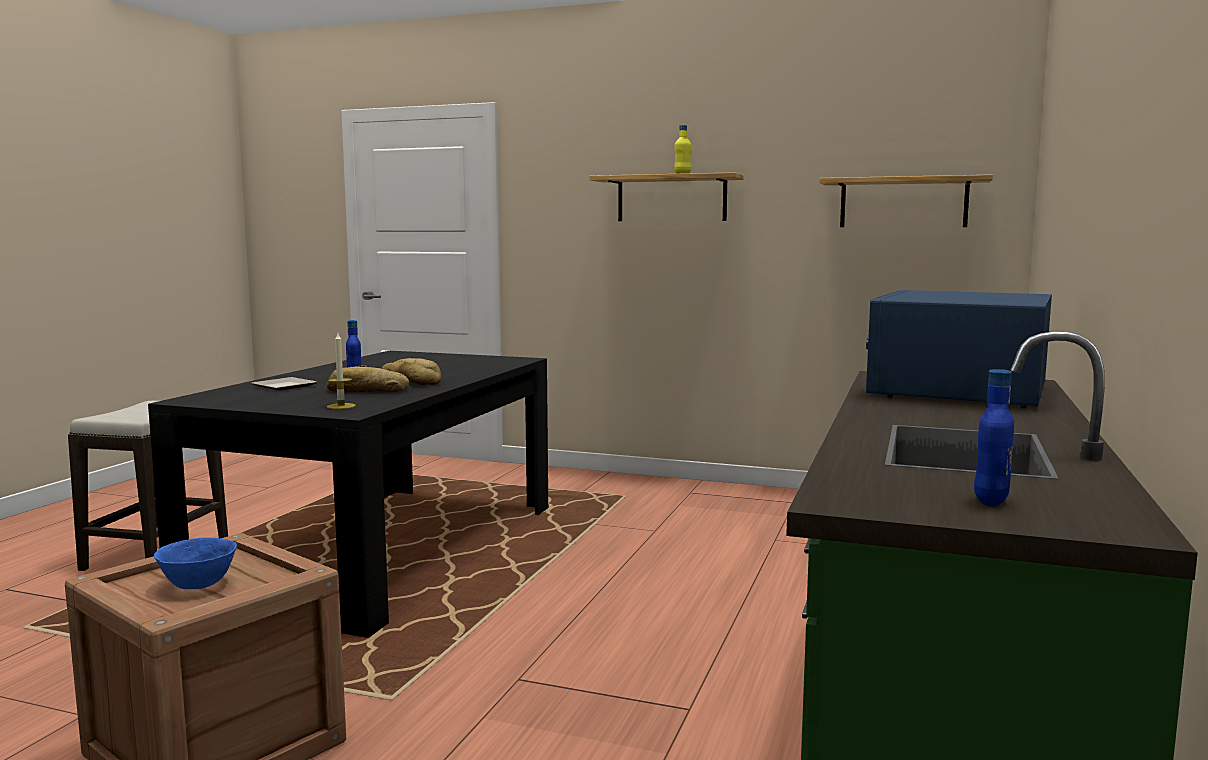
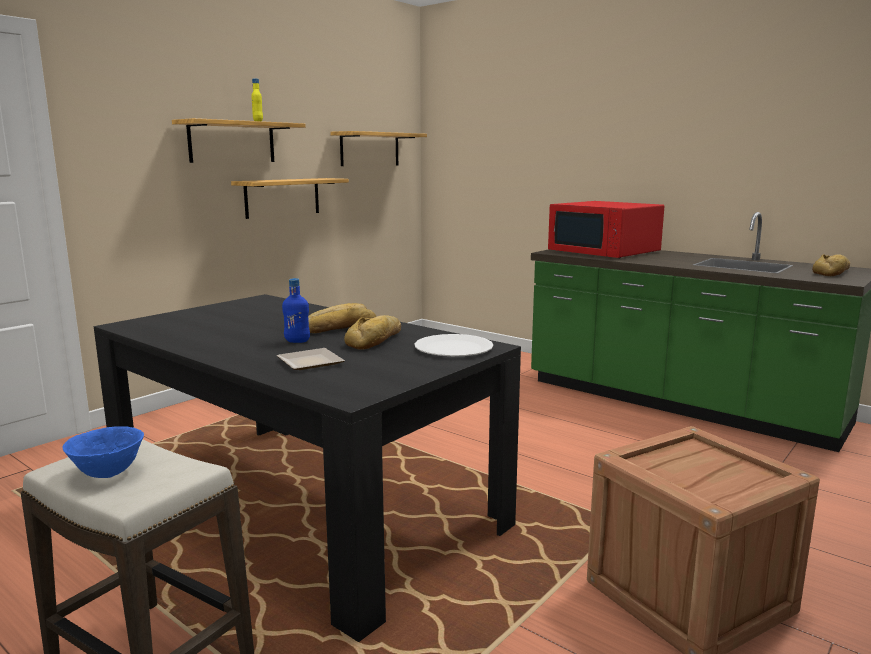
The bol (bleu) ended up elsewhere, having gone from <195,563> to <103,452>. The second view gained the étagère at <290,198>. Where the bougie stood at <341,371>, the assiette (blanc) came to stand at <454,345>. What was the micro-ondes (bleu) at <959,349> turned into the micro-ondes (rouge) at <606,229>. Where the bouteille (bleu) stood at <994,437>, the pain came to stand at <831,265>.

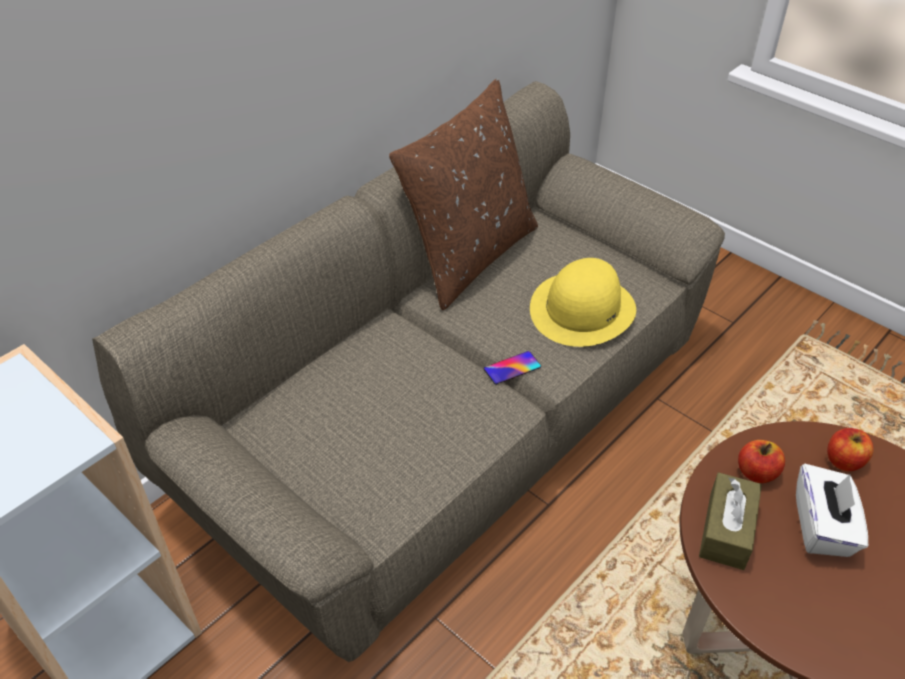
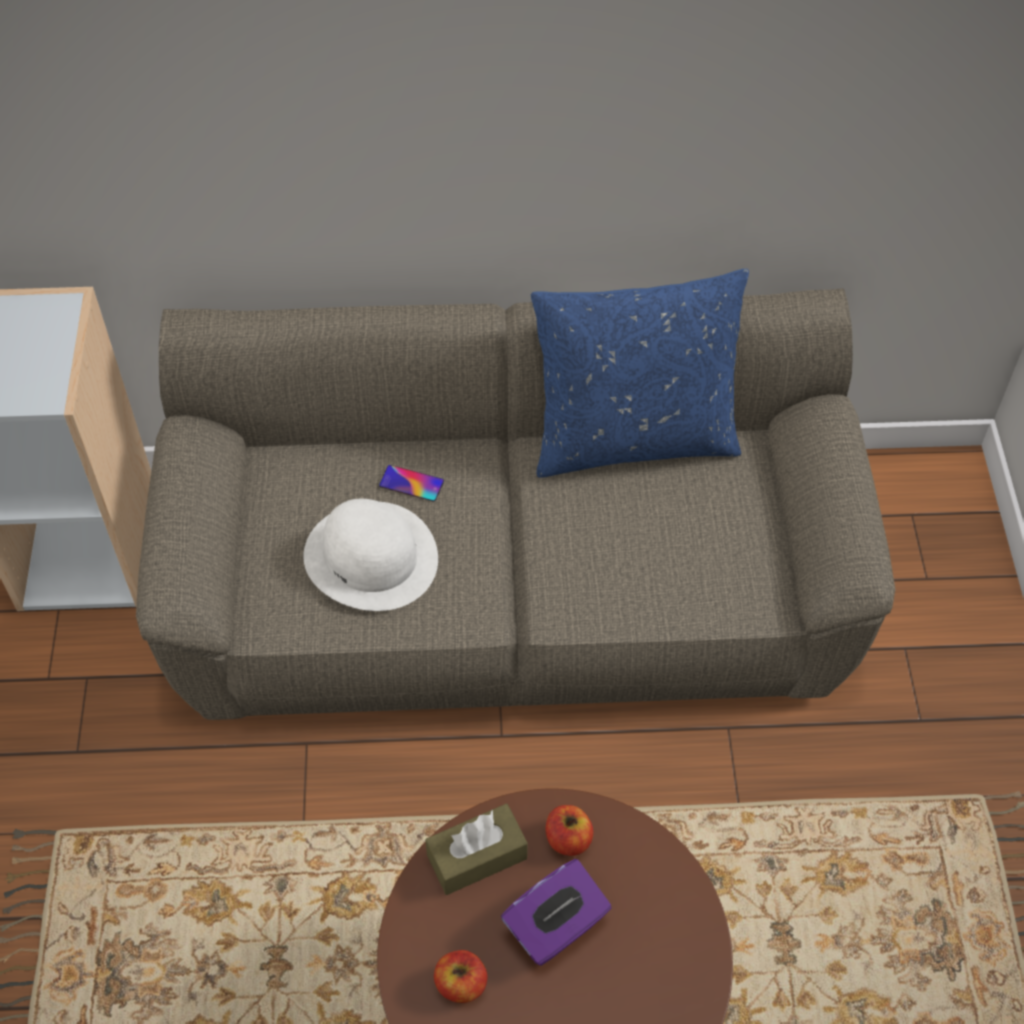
The second view gained the chapeau (blanc) at <370,555>. The téléphone ended up elsewhere, having gone from <512,368> to <411,483>. The pomme ended up elsewhere, having gone from <850,449> to <461,976>. What was the boîte à mouchoirs (blanc) at <832,510> turned into the boîte à mouchoirs (violet) at <556,912>. What was the coussin (marron) at <463,194> turned into the coussin (bleu) at <640,373>. The second view lost the chapeau (jaune) at <583,302>.

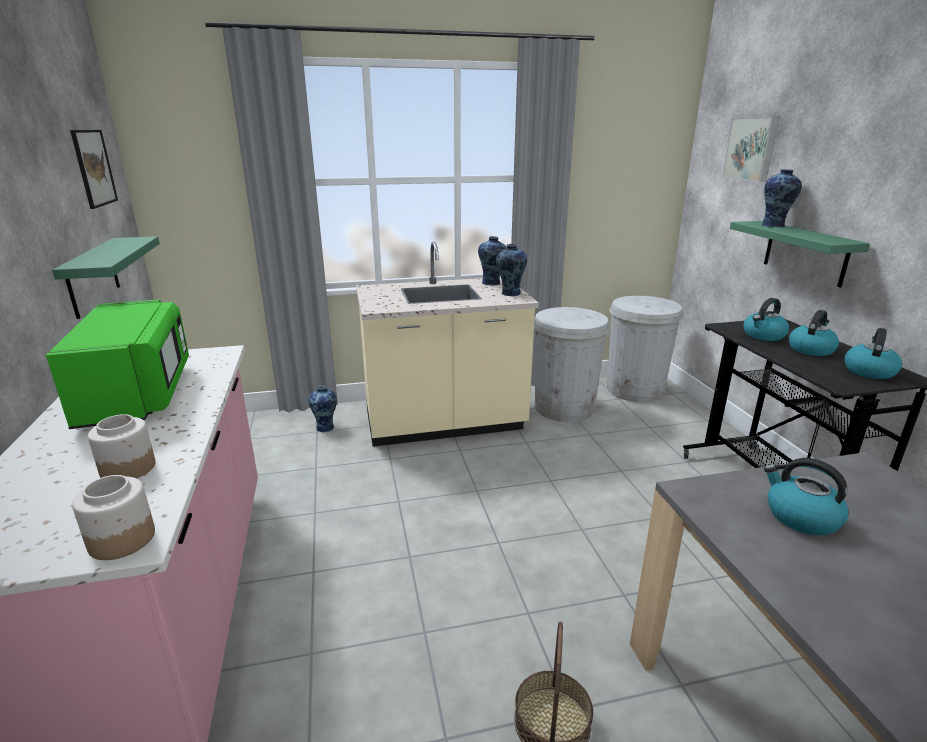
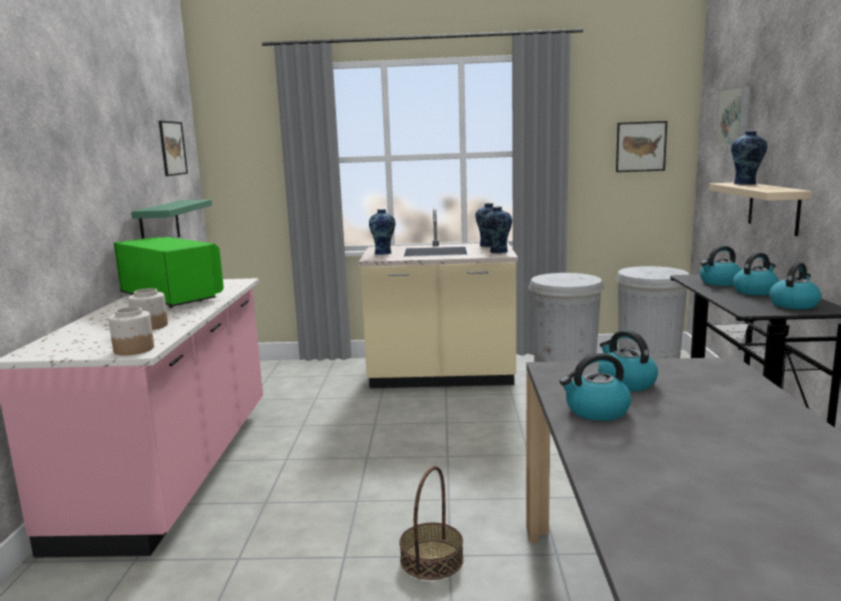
The micro-ondes (vert) at <117,364> ended up facing another way, 45 degrees counterclockwise from before. The vase ended up elsewhere, having gone from <322,409> to <382,232>. The second view gained the bouilloire at <596,387>. The second view gained the tableau at <641,146>. What was the étagère (vert) at <800,254> turned into the étagère (beige) at <760,209>.

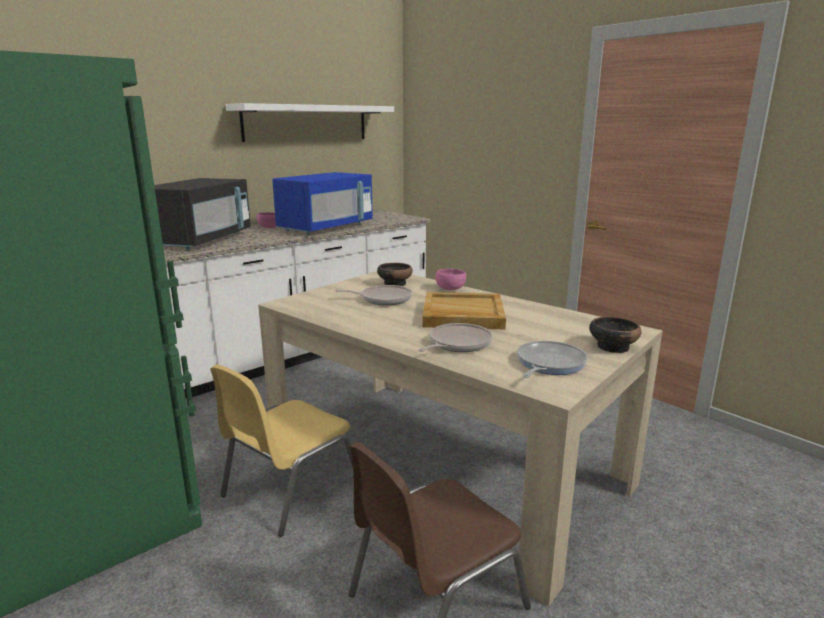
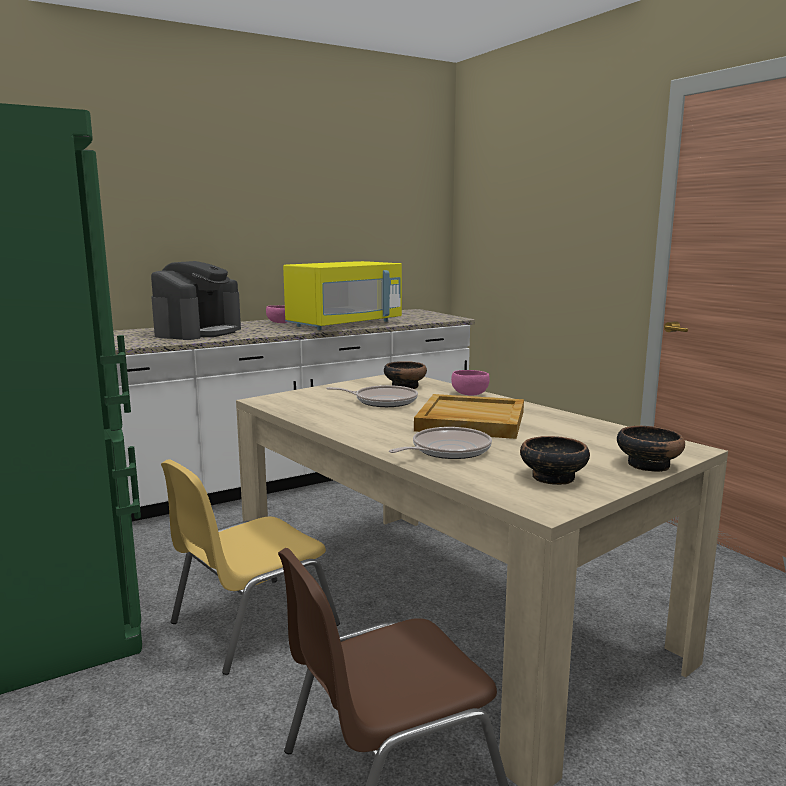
Where the micro-ondes (noir) stood at <202,214>, the machine à café came to stand at <196,300>. What was the micro-ondes (bleu) at <322,203> turned into the micro-ondes (jaune) at <342,295>. Where the poêle stood at <552,359>, the bol came to stand at <555,460>. The second view lost the étagère (blanc) at <309,122>.

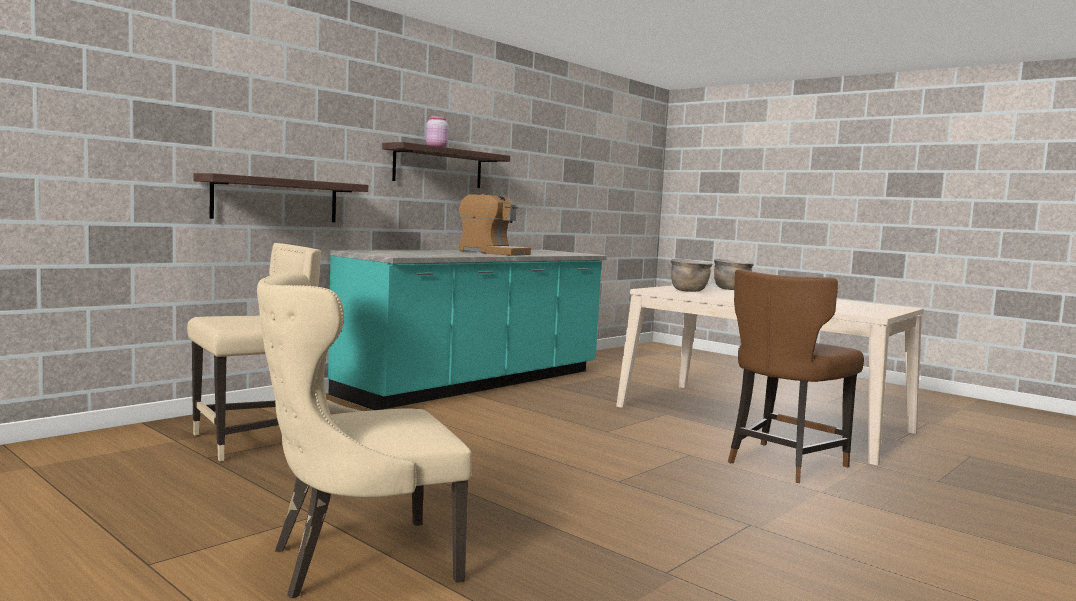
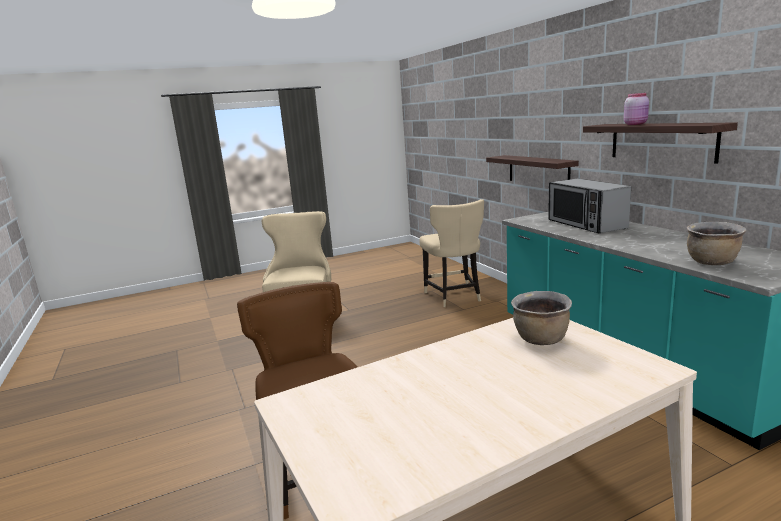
The second view gained the micro-ondes at <589,205>. The marmite (marron) ended up elsewhere, having gone from <734,274> to <717,243>. The second view lost the machine à café at <495,225>.

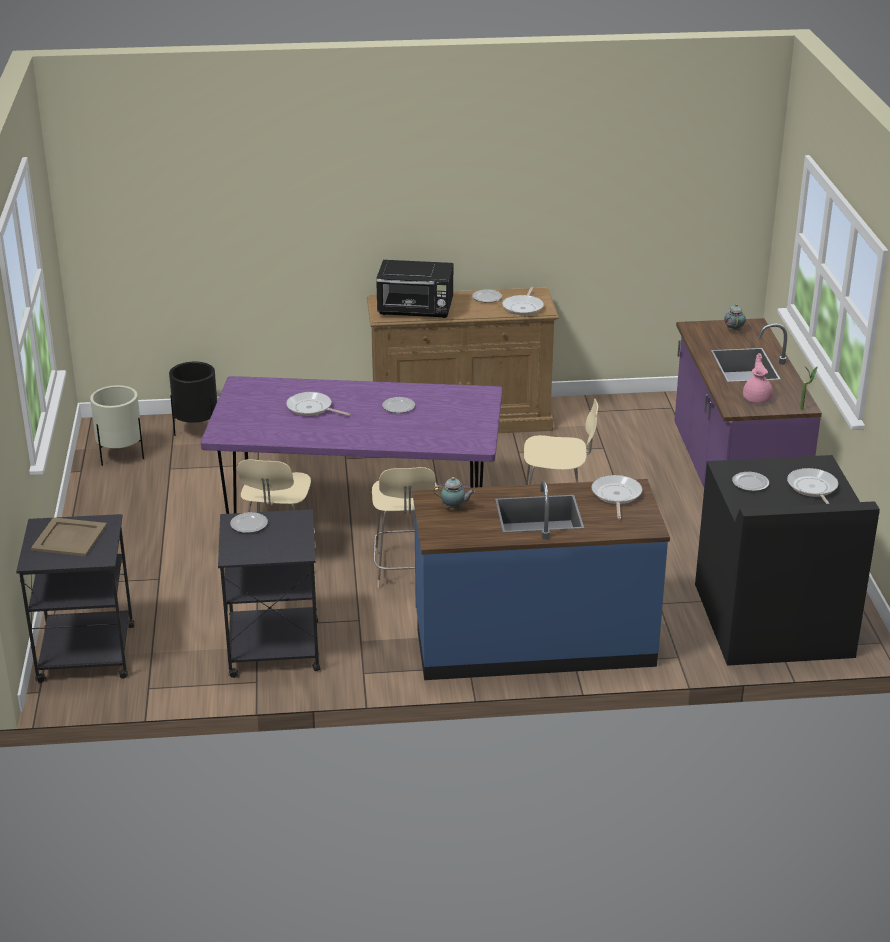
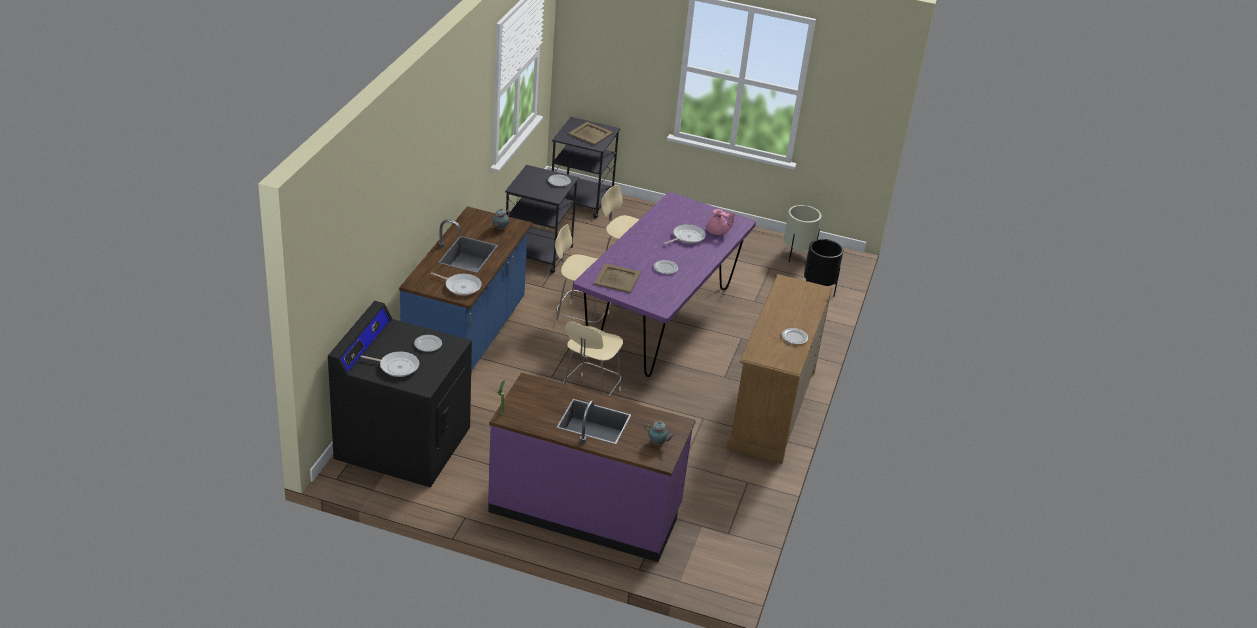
The second view gained the plateau (beige) at <617,278>. The théière (rose) ended up elsewhere, having gone from <758,378> to <721,222>. The second view lost the micro-ondes (noir) at <414,289>. The second view lost the poêle at <523,301>.

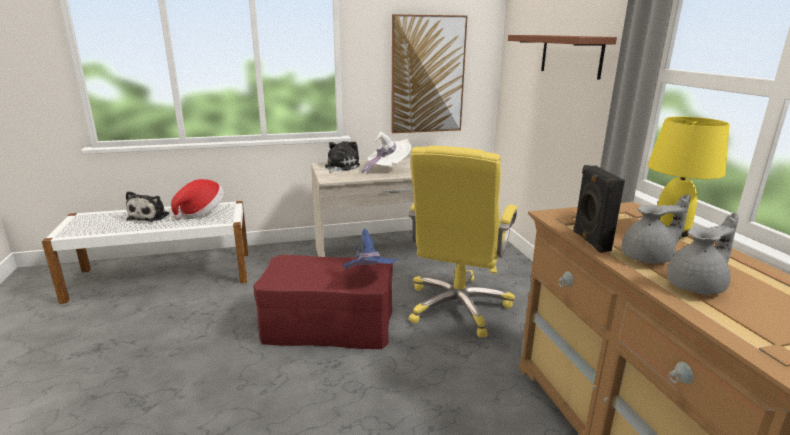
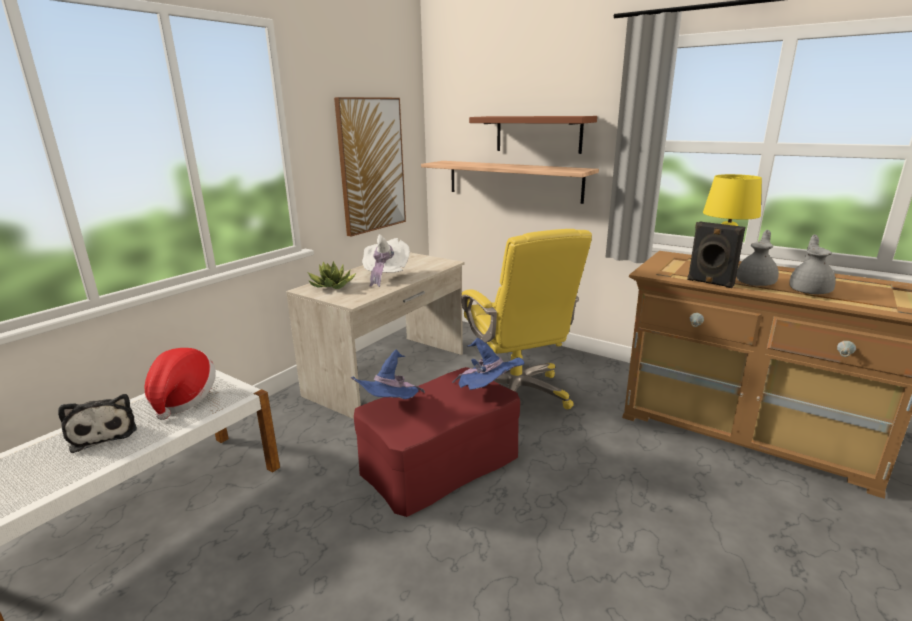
Where the peluche stood at <342,157>, the plante en pot came to stand at <332,275>. The second view gained the chapeau (bleu) at <387,374>. The second view gained the étagère at <510,182>.

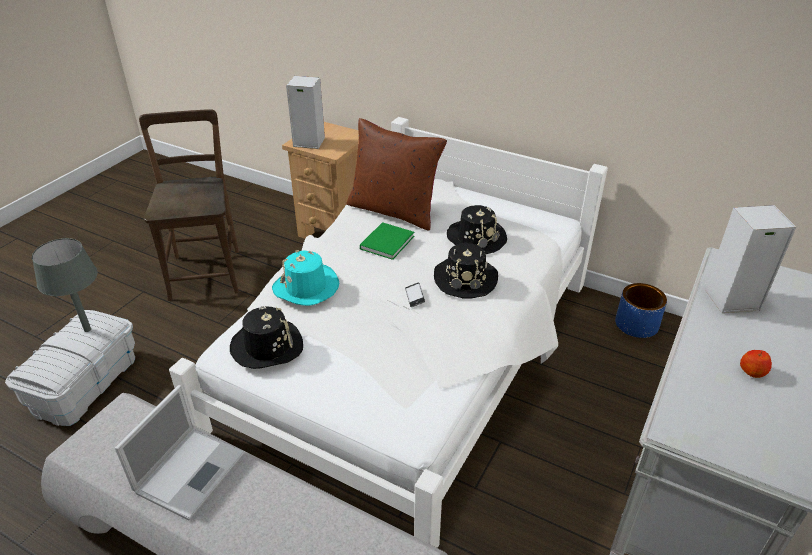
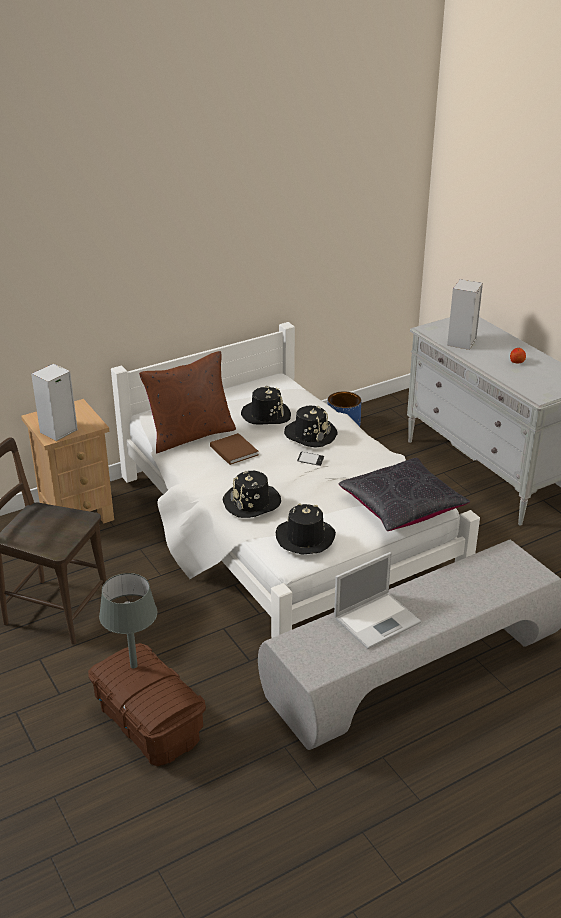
What was the boîte de rangement (blanc) at <70,368> turned into the boîte de rangement (marron) at <147,705>. What was the livre (vert) at <387,241> turned into the livre (marron) at <234,449>. What was the chapeau (turquoise) at <305,278> turned into the chapeau (noir) at <252,494>. The ordinateur portable at <180,452> ended up facing another way, 90 degrees clockwise from before. The second view gained the coussin (noir) at <404,494>.

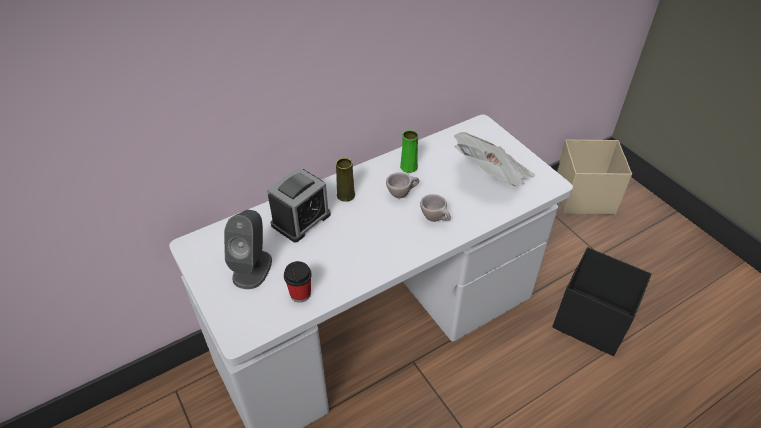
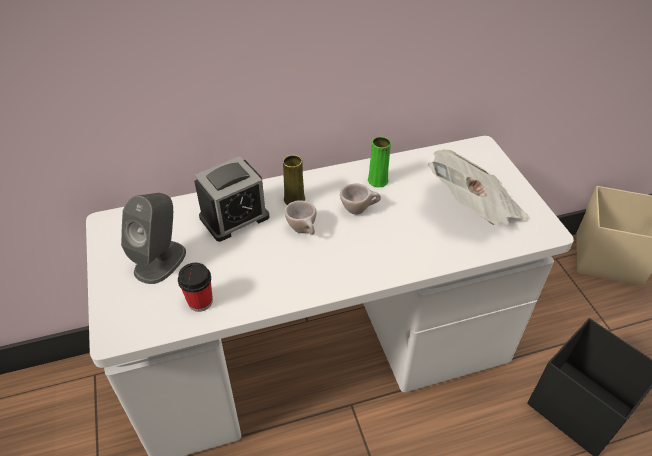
The tasse (beige) ended up elsewhere, having gone from <435,208> to <300,217>.

